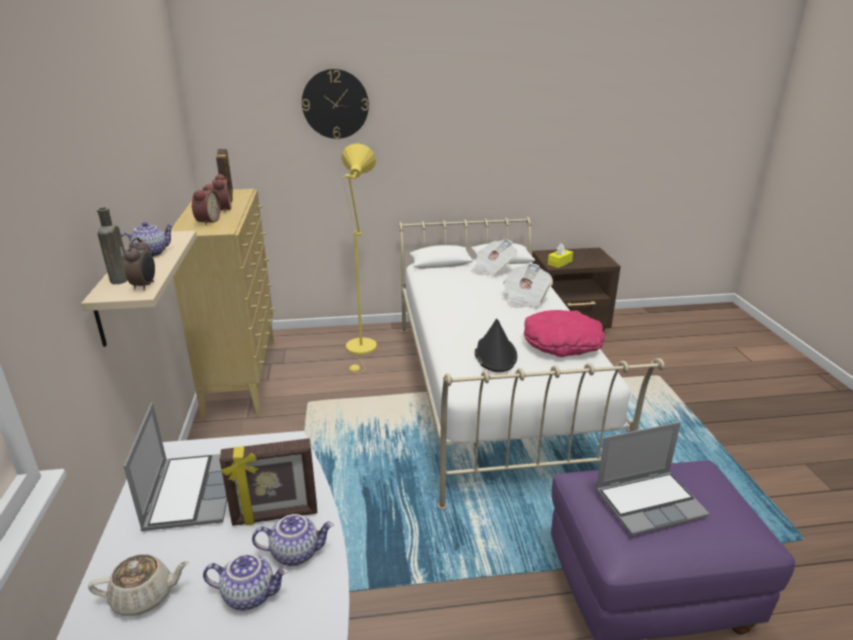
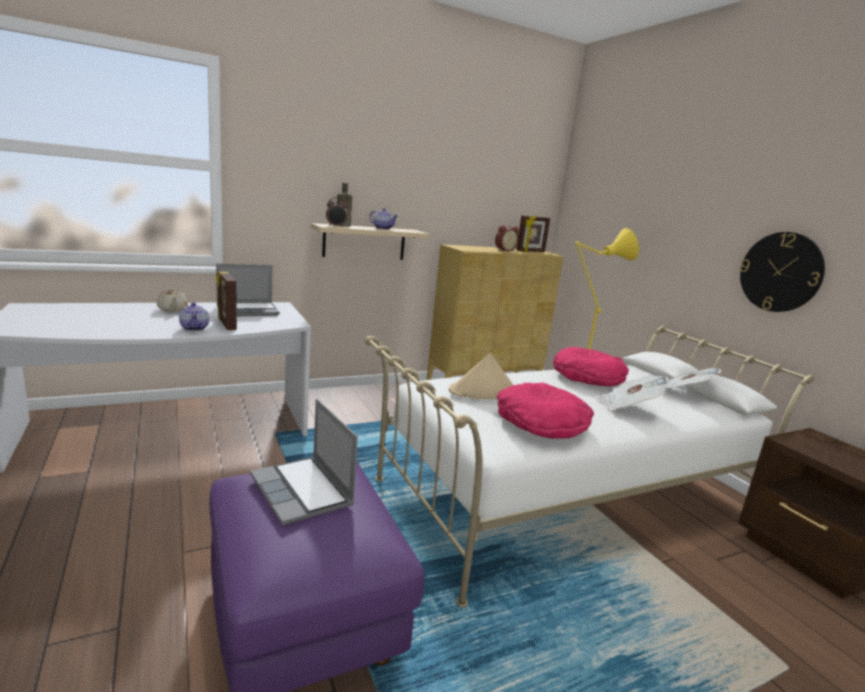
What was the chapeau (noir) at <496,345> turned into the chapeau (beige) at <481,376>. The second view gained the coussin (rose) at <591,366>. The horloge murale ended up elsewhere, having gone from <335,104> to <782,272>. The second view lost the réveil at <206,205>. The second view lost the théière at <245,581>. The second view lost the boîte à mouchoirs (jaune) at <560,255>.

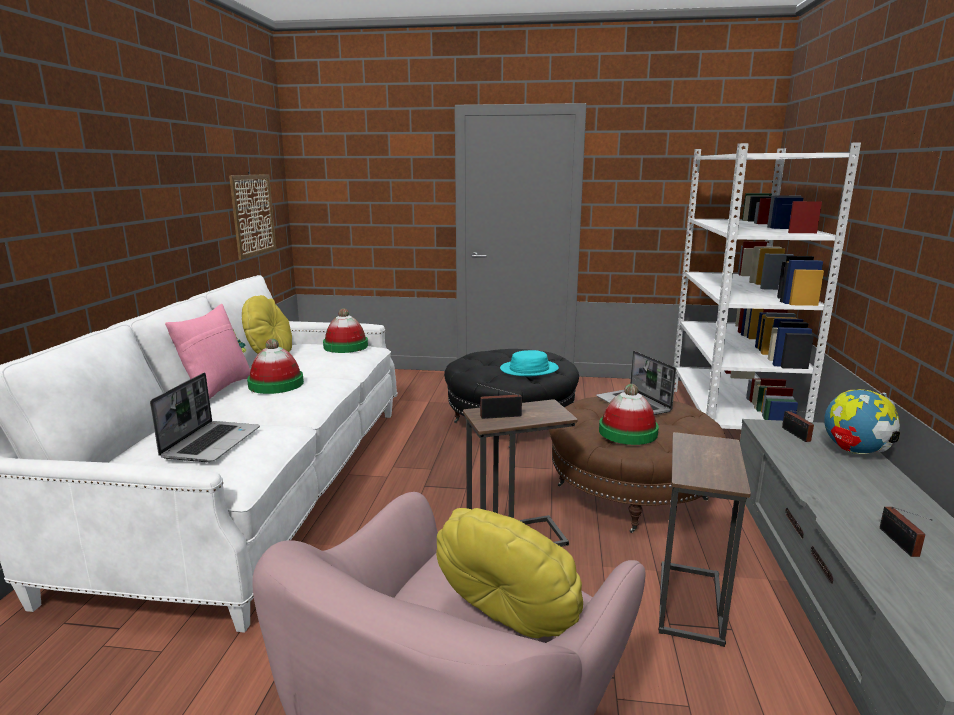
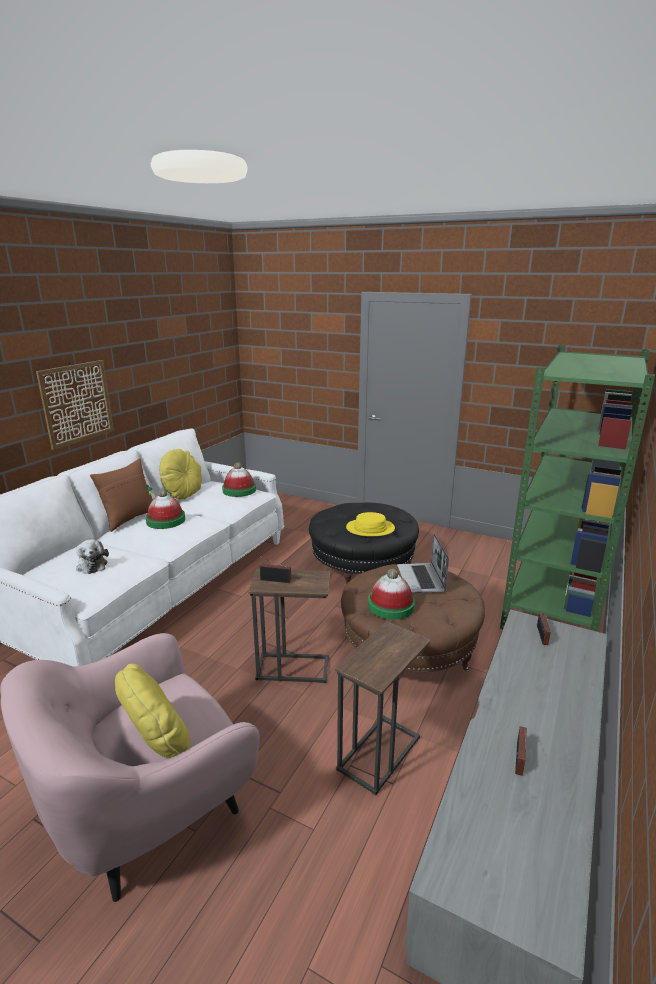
The tableau ended up elsewhere, having gone from <252,216> to <75,405>. Where the ordinateur portable stood at <205,417>, the peluche came to stand at <92,556>. What was the coussin (rose) at <207,352> turned into the coussin (marron) at <121,495>. What was the chapeau (turquoise) at <529,363> turned into the chapeau (jaune) at <370,524>. What was the bibliothèque (blanc) at <767,286> turned into the bibliothèque (vert) at <577,488>. The second view lost the globe at <862,422>.

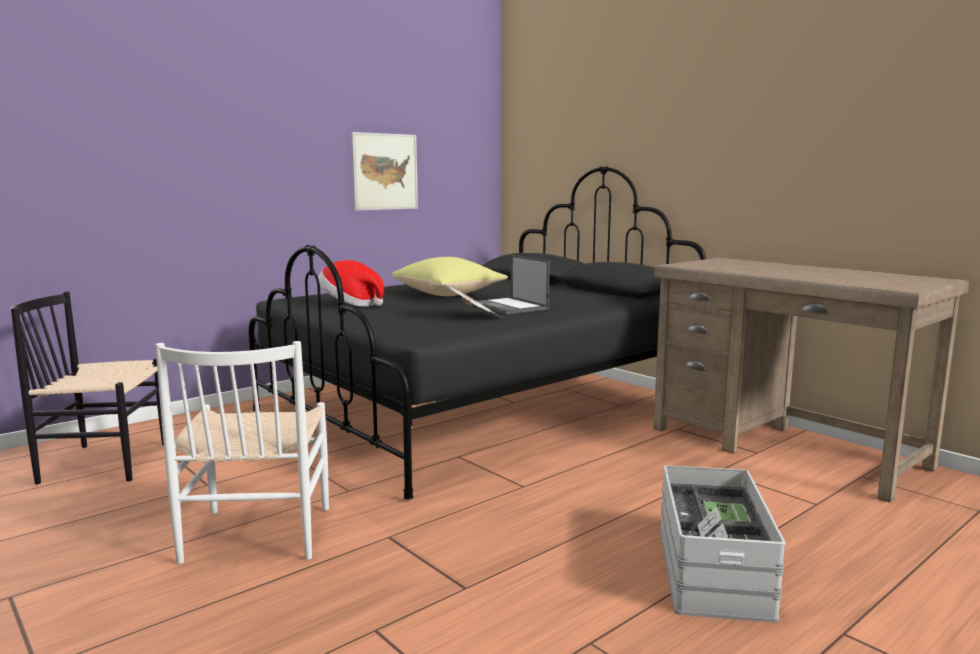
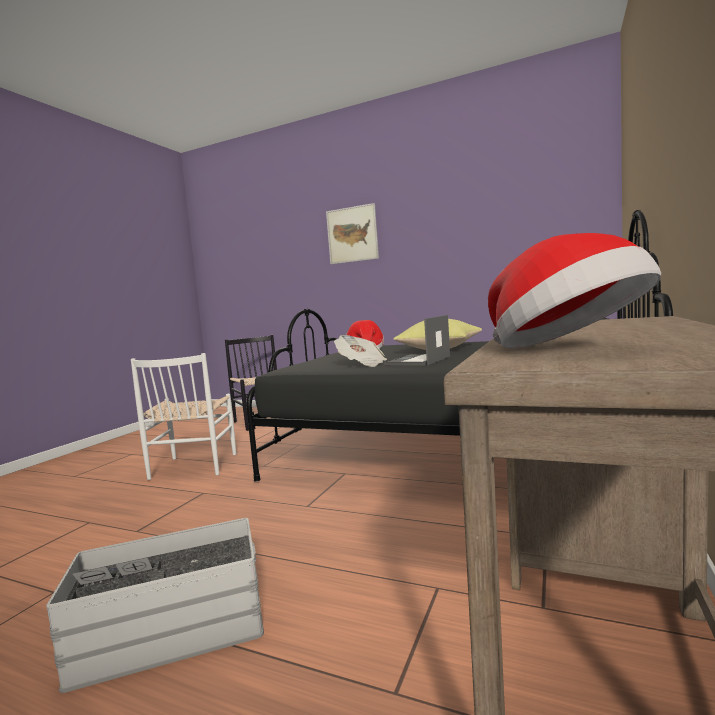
The chaise (blanc) at <242,452> ended up facing another way, 60 degrees counterclockwise from before. The tableau ended up elsewhere, having gone from <384,171> to <352,233>. The second view gained the chapeau at <574,290>.

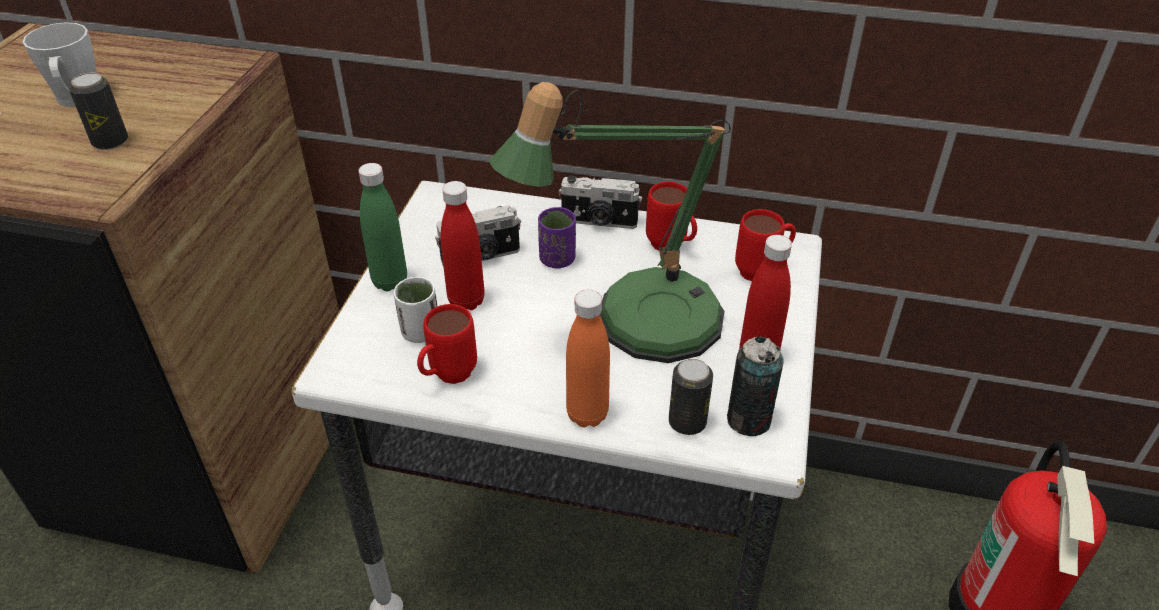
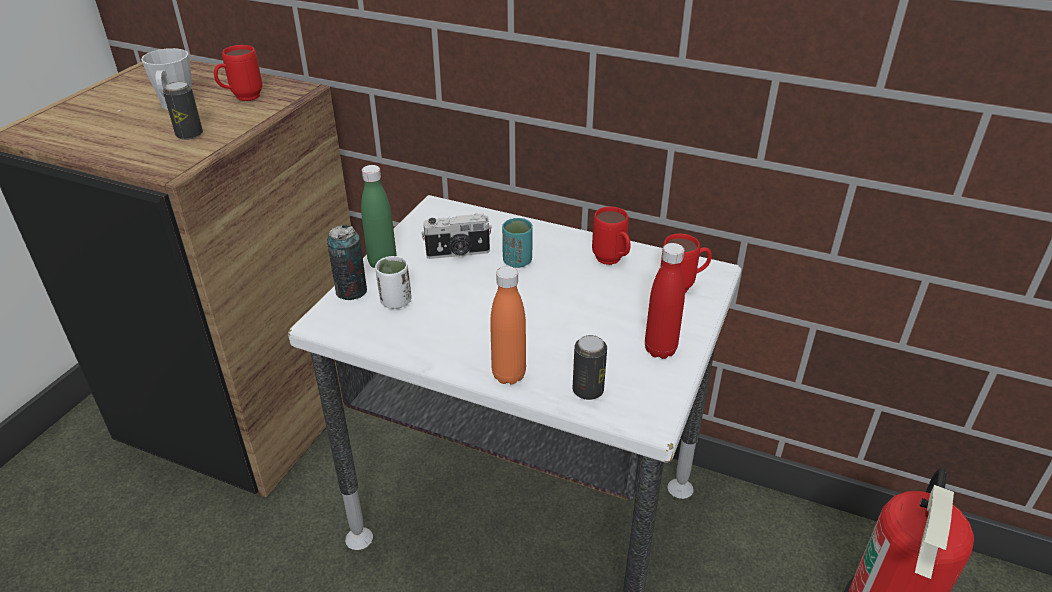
The mug (rouge) ended up elsewhere, having gone from <447,344> to <238,73>. The boîte métallique ended up elsewhere, having gone from <755,386> to <347,262>. What was the tasse (violet) at <557,238> turned into the tasse (turquoise) at <517,243>. The second view lost the bouteille (rouge) at <463,245>. The second view lost the lampe de table at <610,222>. The second view lost the appareil photo at <600,202>.

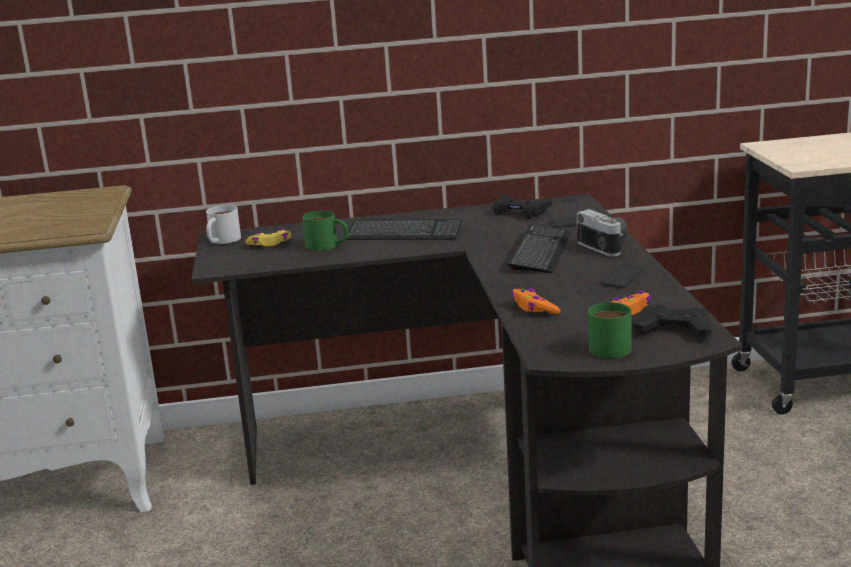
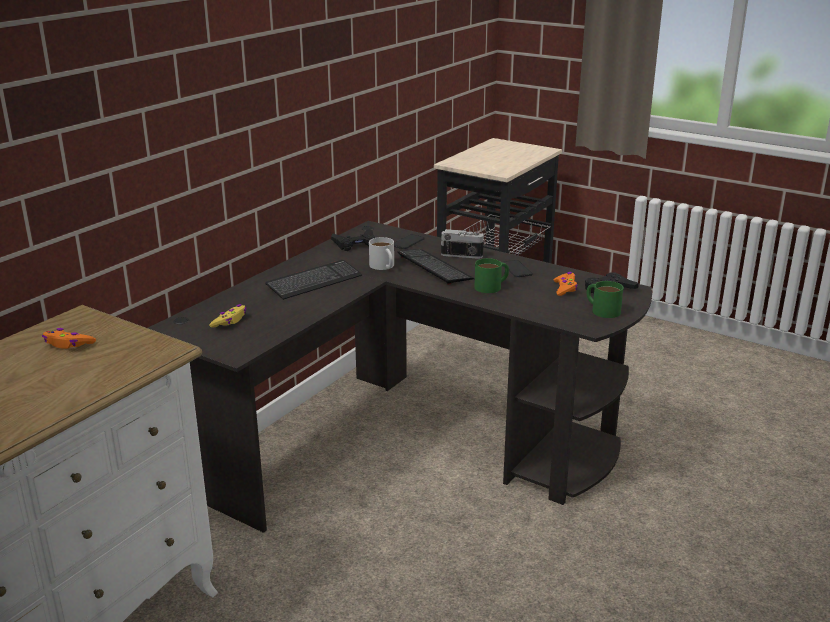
The manette (orange) ended up elsewhere, having gone from <536,301> to <69,338>. The mug (blanc) ended up elsewhere, having gone from <223,224> to <381,253>. The mug (vert) ended up elsewhere, having gone from <325,231> to <491,275>.

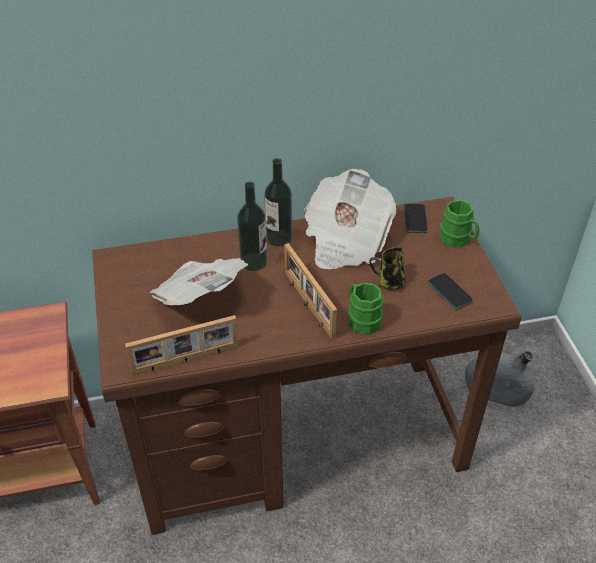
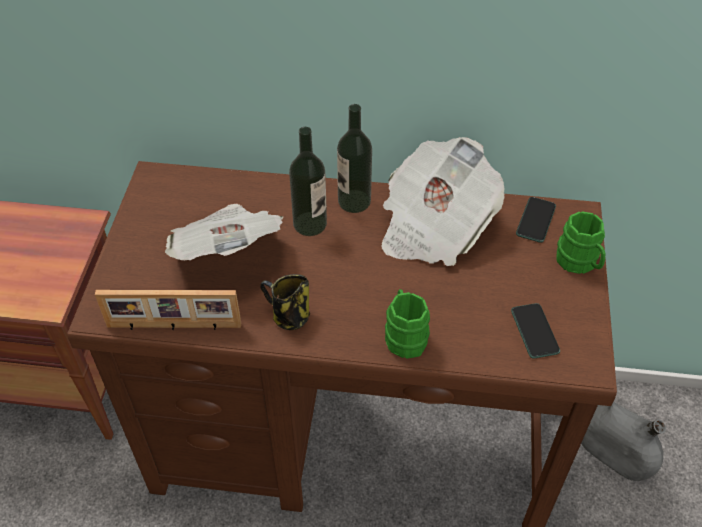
The mug ended up elsewhere, having gone from <387,268> to <285,302>. The second view lost the cadre photo at <310,291>.

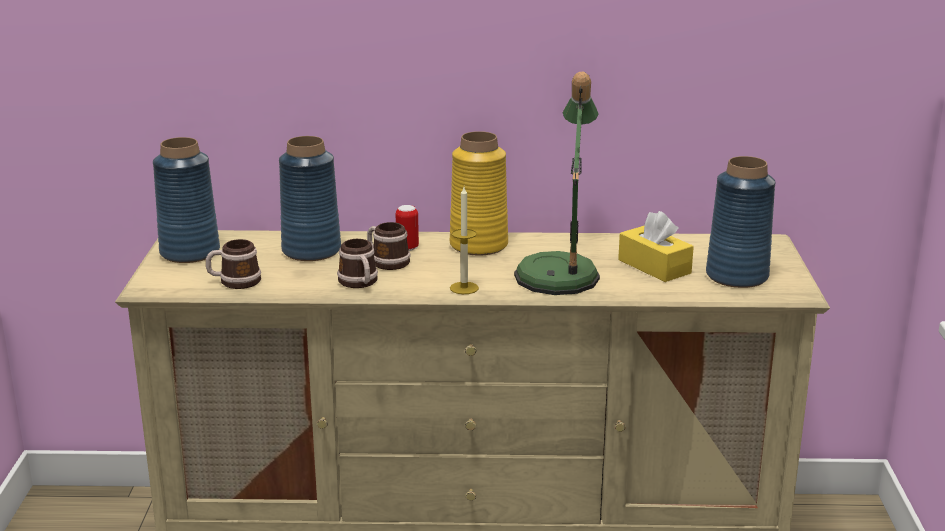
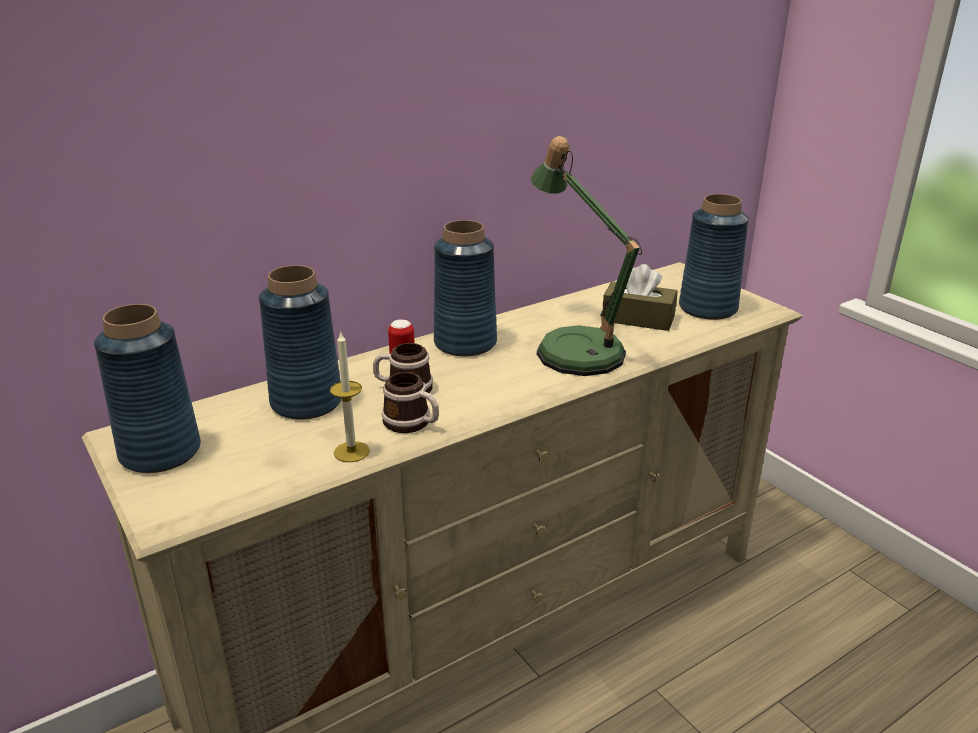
The bougie ended up elsewhere, having gone from <464,240> to <350,396>. What was the vase (jaune) at <479,193> turned into the vase (bleu) at <465,288>. What was the boîte à mouchoirs (jaune) at <656,246> turned into the boîte à mouchoirs (marron) at <640,297>. The second view lost the mug at <233,264>.

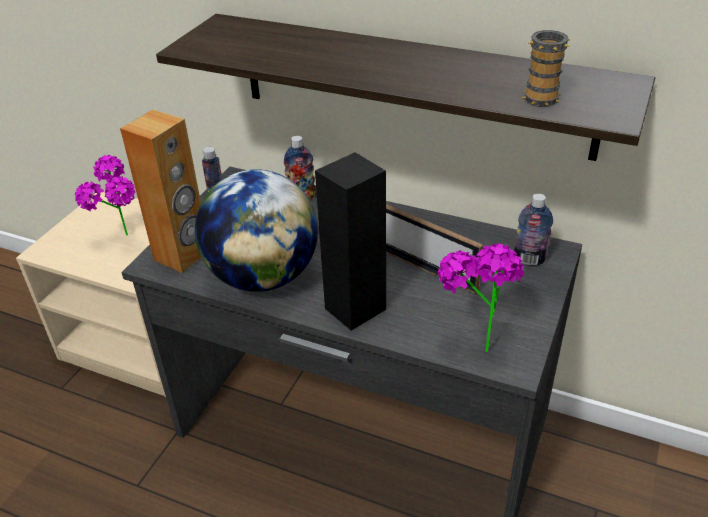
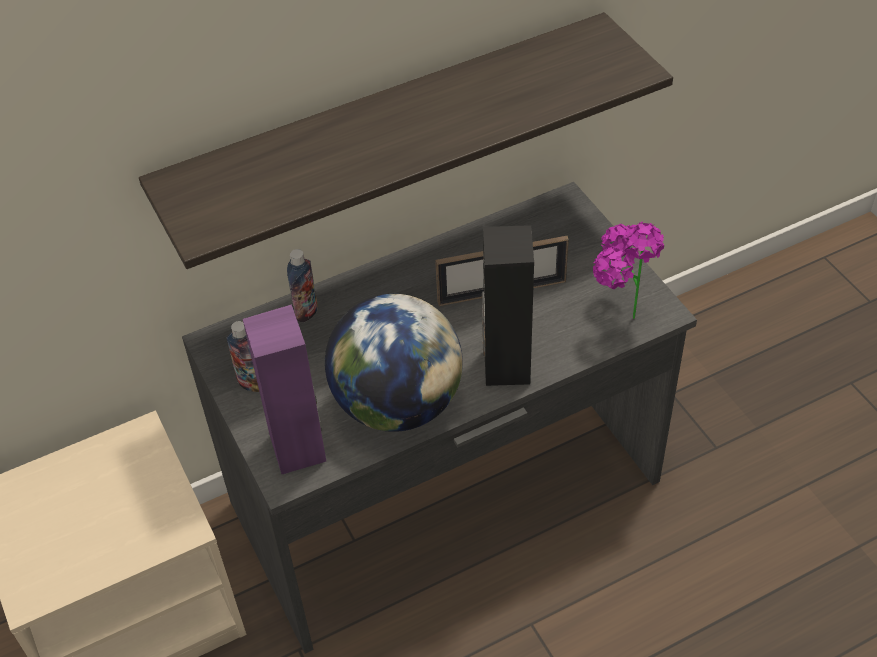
What was the enceinte (marron) at <160,191> turned into the enceinte (violet) at <285,389>. The second view lost the plante en pot at <105,195>. The second view lost the bouteille at <533,229>. The second view lost the mug at <546,68>.

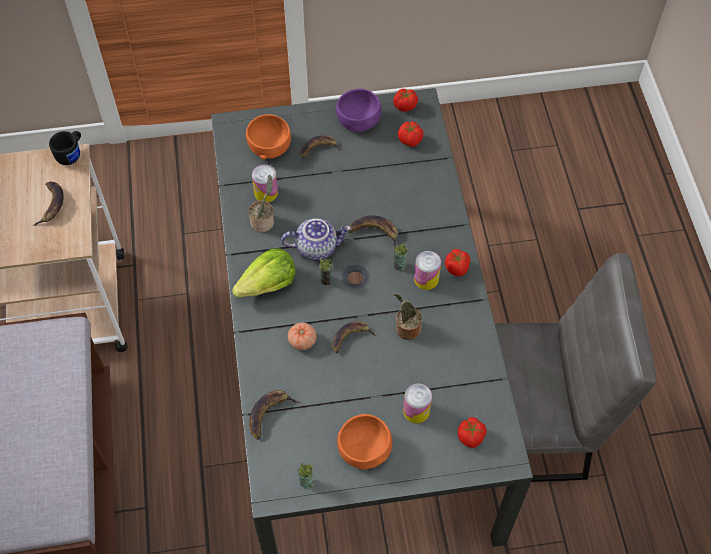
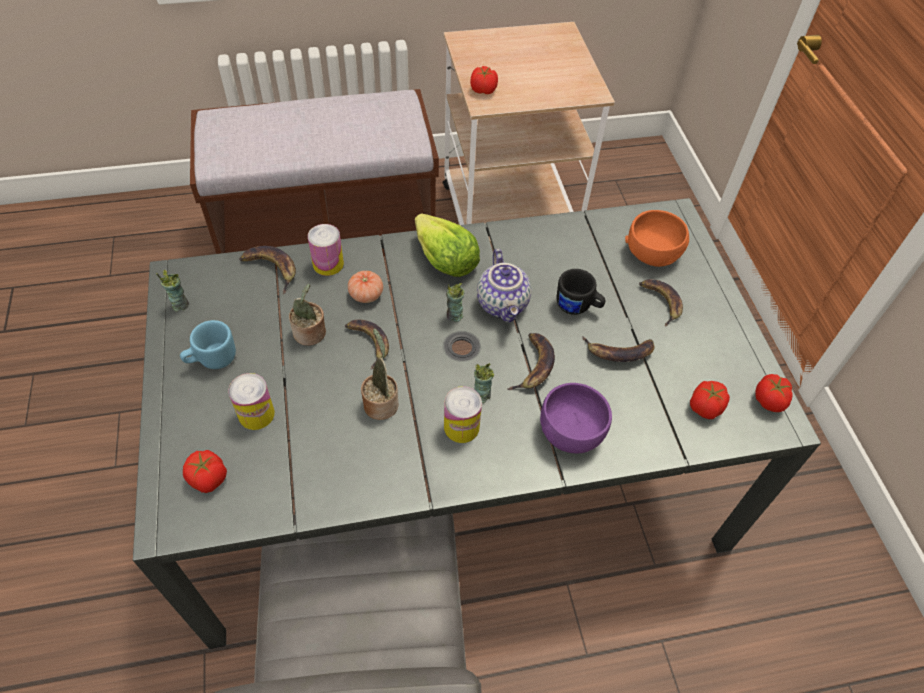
Where the bol (orange) stood at <364,441>, the mug (bleu) came to stand at <208,344>. The plante en pot ended up elsewhere, having gone from <261,203> to <307,315>. The boîte métallique ended up elsewhere, having gone from <265,183> to <326,250>. The tomate ended up elsewhere, having gone from <457,262> to <484,80>. The bol (violet) ended up elsewhere, having gone from <359,110> to <576,418>. The mug (noir) ended up elsewhere, having gone from <65,148> to <581,292>. The banane ended up elsewhere, having gone from <48,204> to <618,349>.

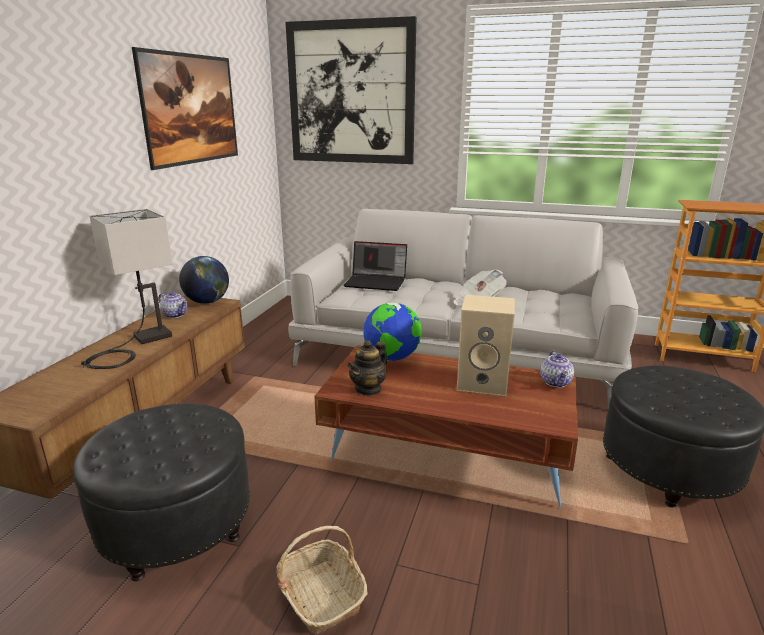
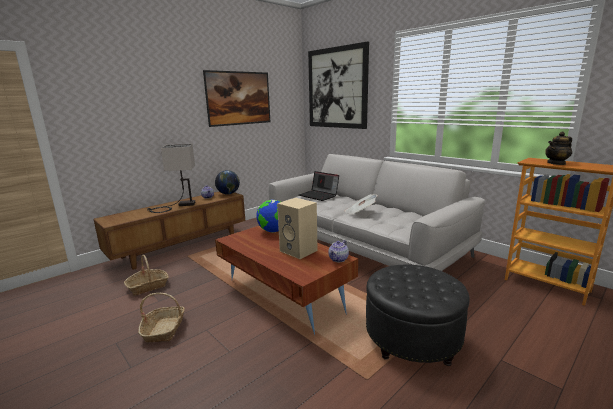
Where the pouf (noir) stood at <161,492>, the panier came to stand at <146,275>. The théière ended up elsewhere, having gone from <367,368> to <558,148>.

